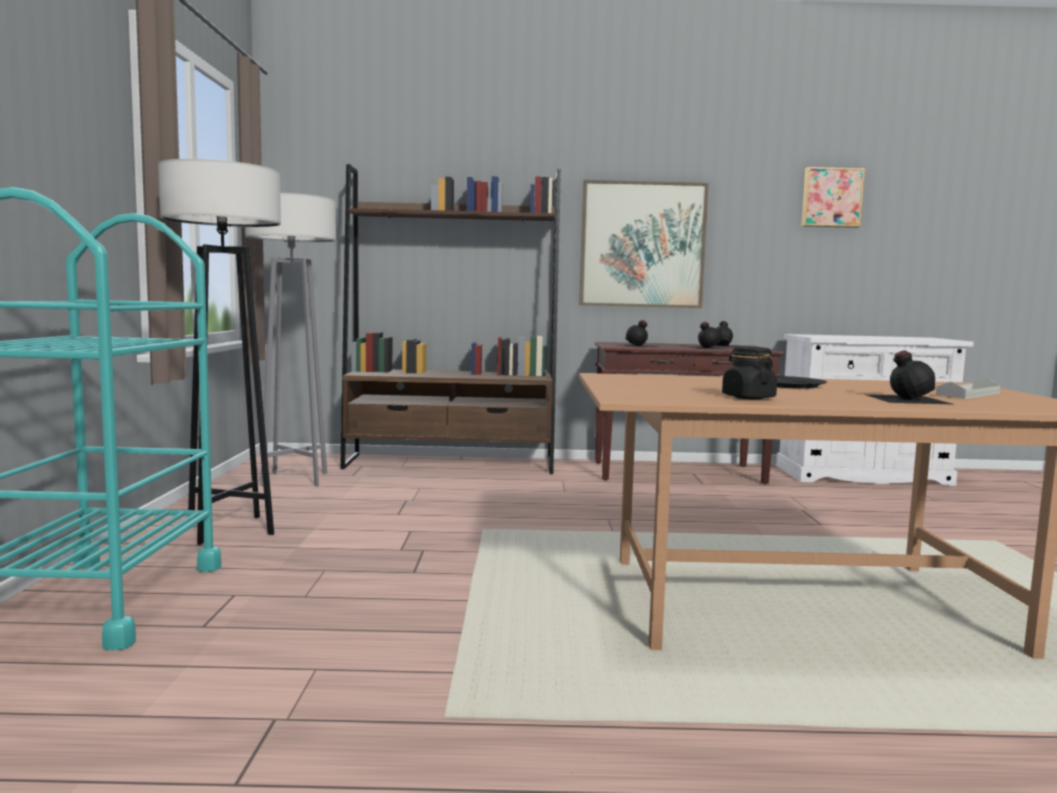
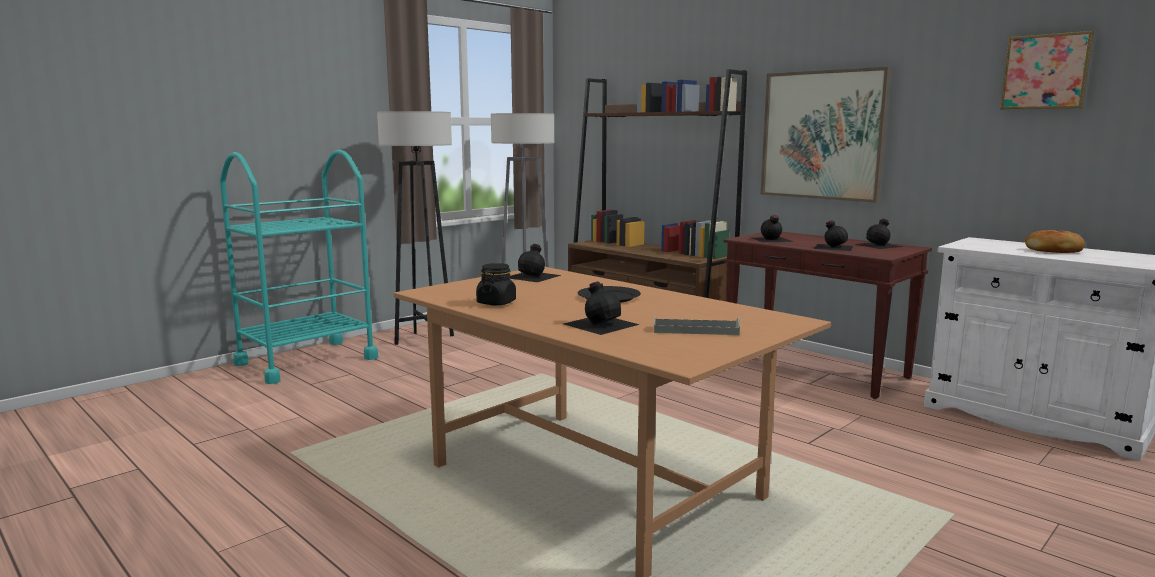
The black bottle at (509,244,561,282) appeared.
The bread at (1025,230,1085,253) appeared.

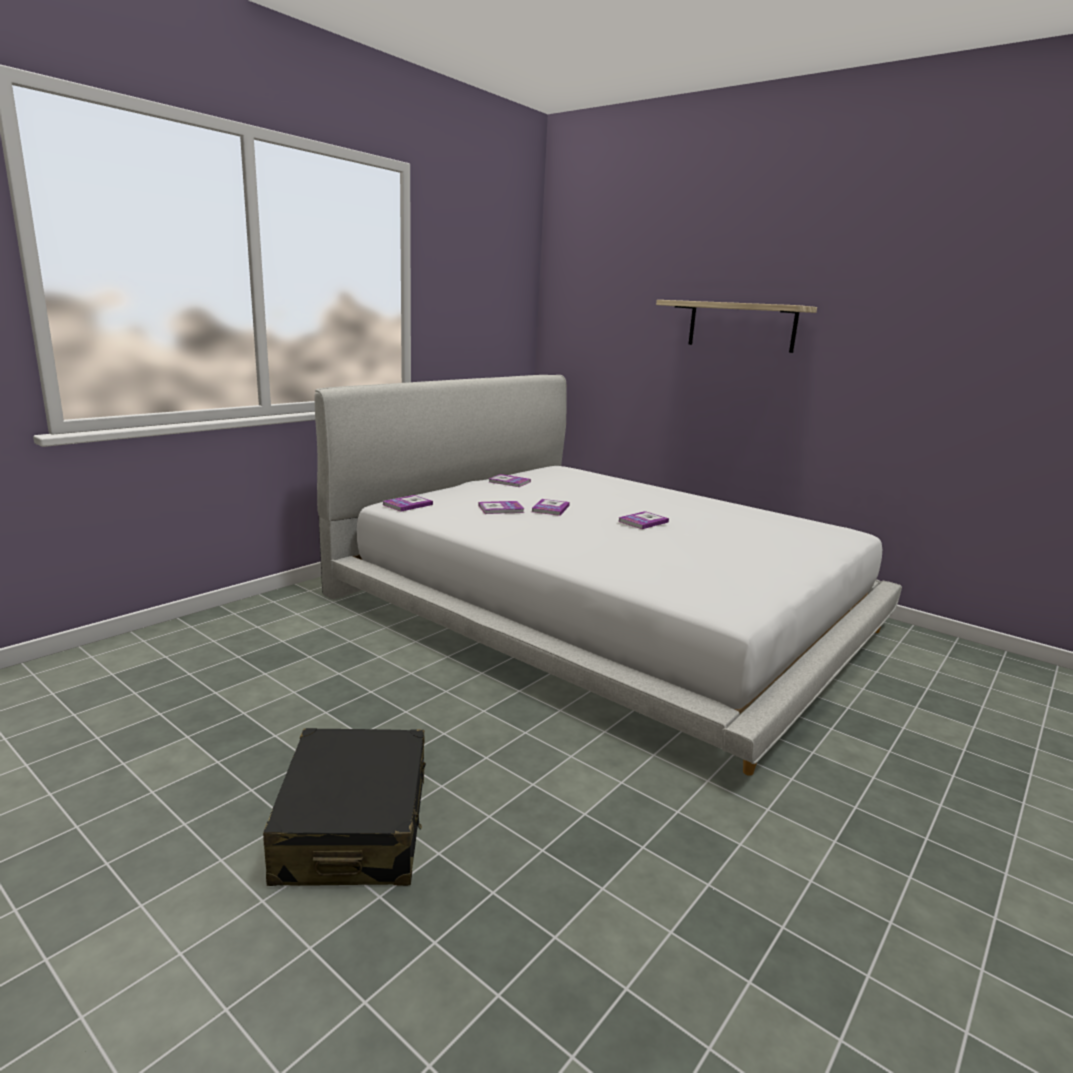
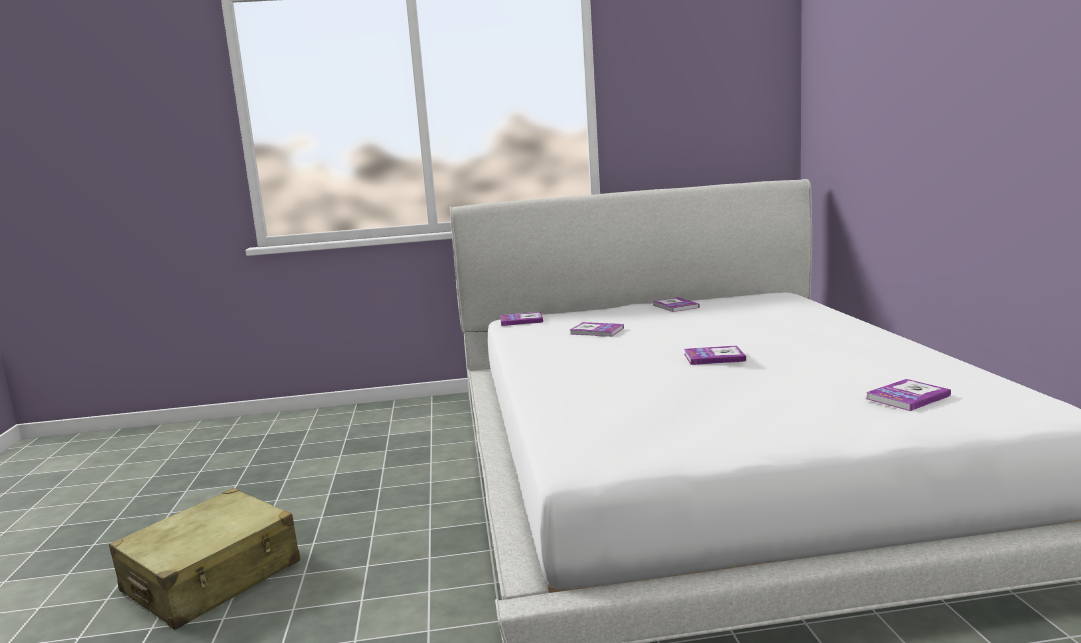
The shelf at (656,300,817,353) disappeared.
The book moved from (532,499,570,516) to (866,379,951,411).
The black suitcase at (263,728,426,886) became the beige suitcase at (109,488,300,630).

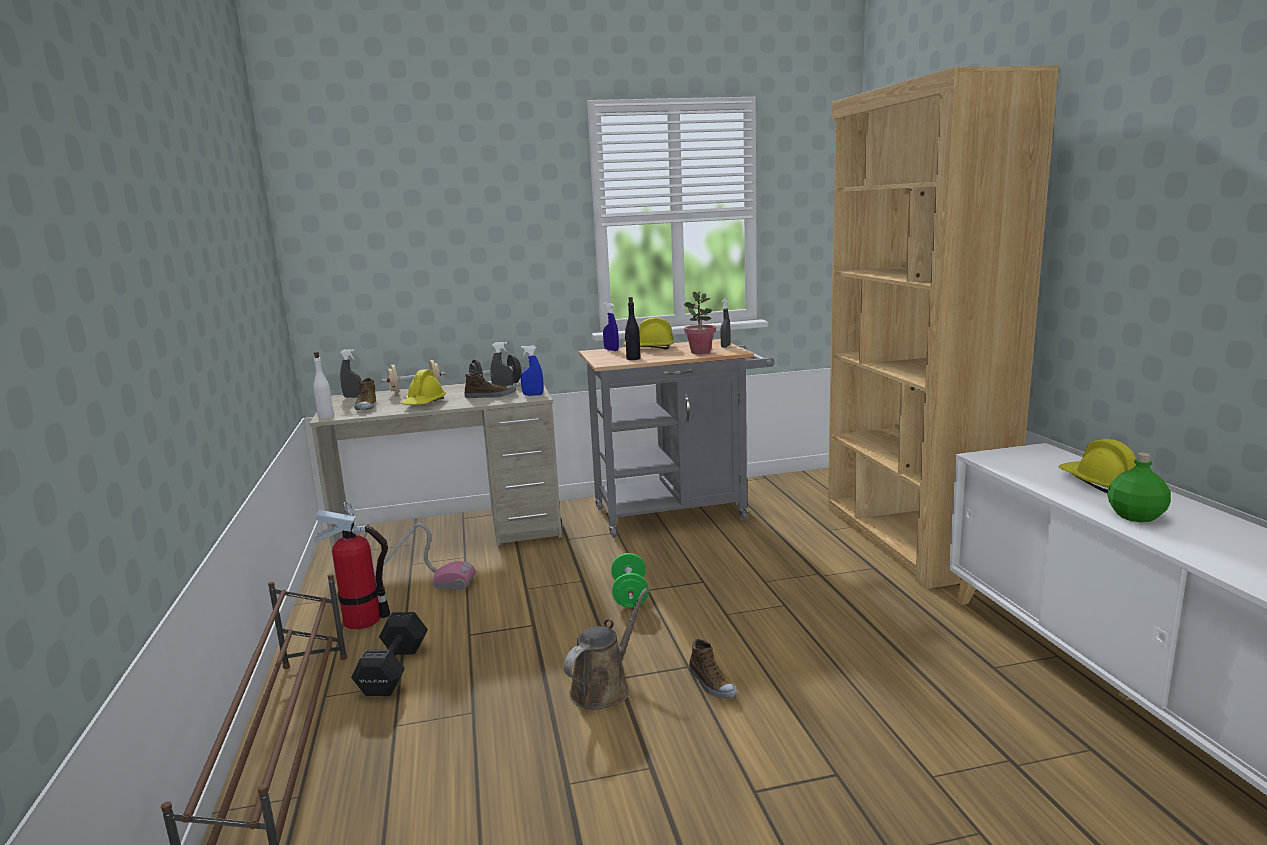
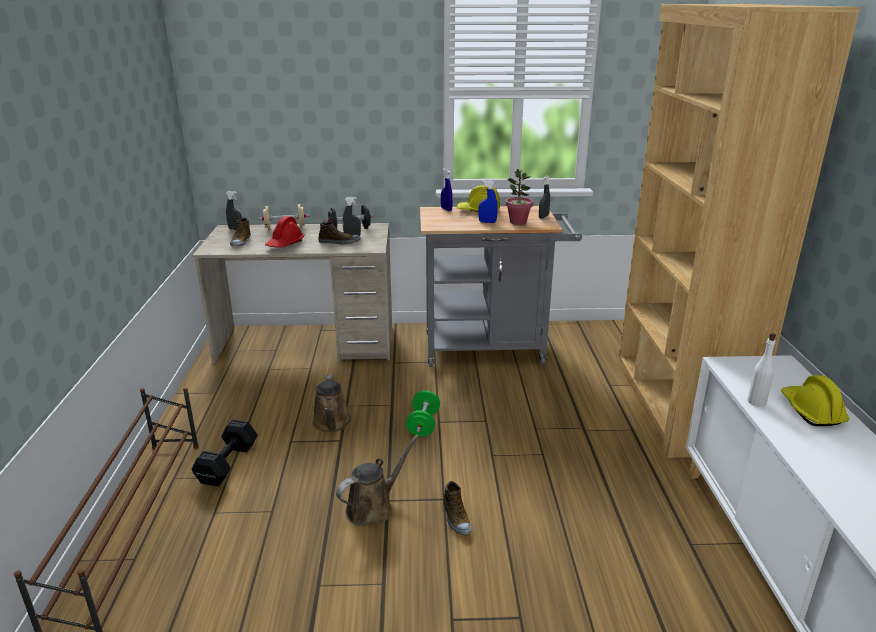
The fire extinguisher at (314,502,390,630) disappeared.
The vacuum cleaner at (374,523,475,591) disappeared.
The black bottle at (625,297,641,360) disappeared.
The green bottle at (1107,453,1171,522) disappeared.
The brown watering can at (312,375,351,432) appeared.
The white bottle moved from (313,352,334,418) to (747,333,776,407).
The blue spray bottle moved from (521,345,544,396) to (478,180,498,223).
The yellow hard hat at (401,370,446,405) became the red hard hat at (265,216,305,248).

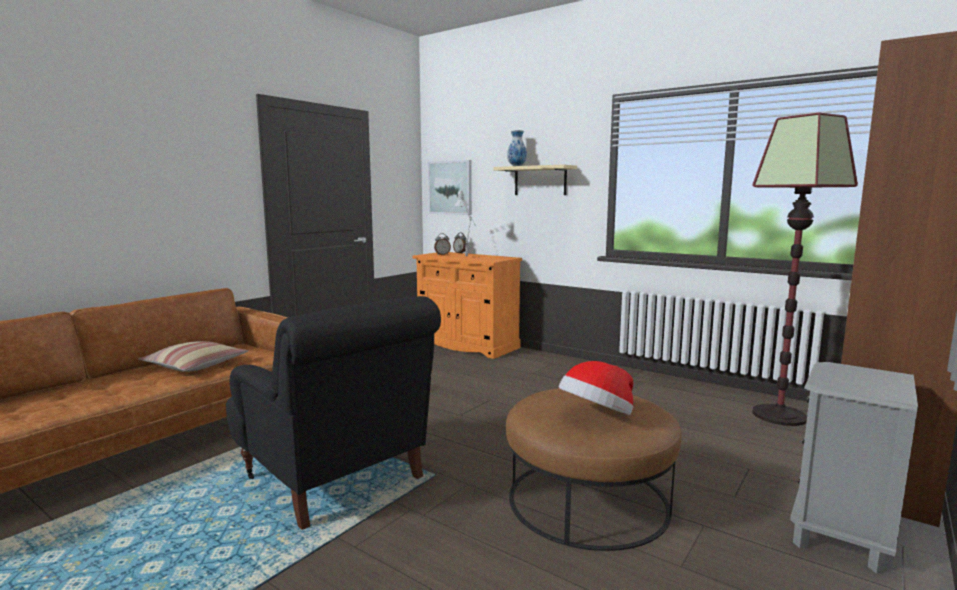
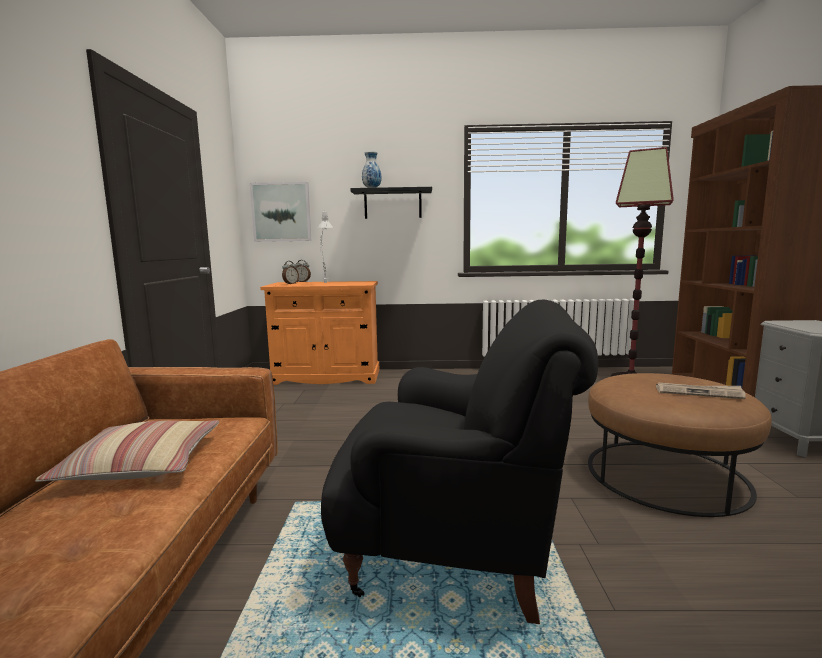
The hat at (559,361,633,416) was replaced by the newspaper at (656,383,746,399).
The beige shelf at (493,165,577,195) became the black shelf at (350,187,432,219).

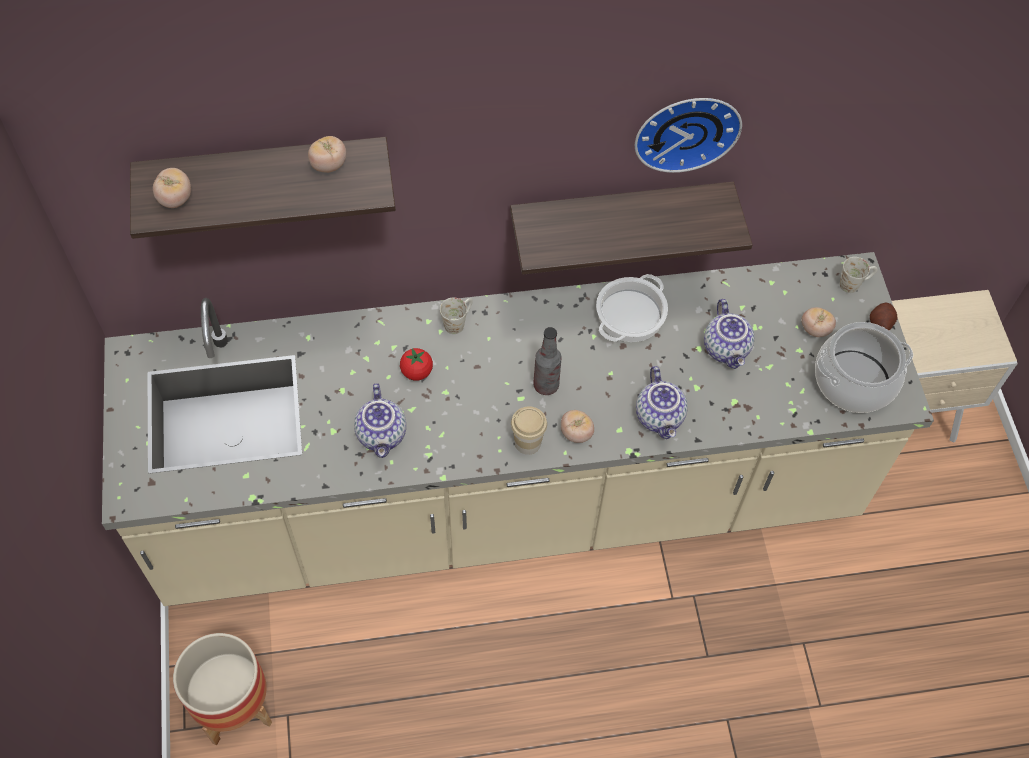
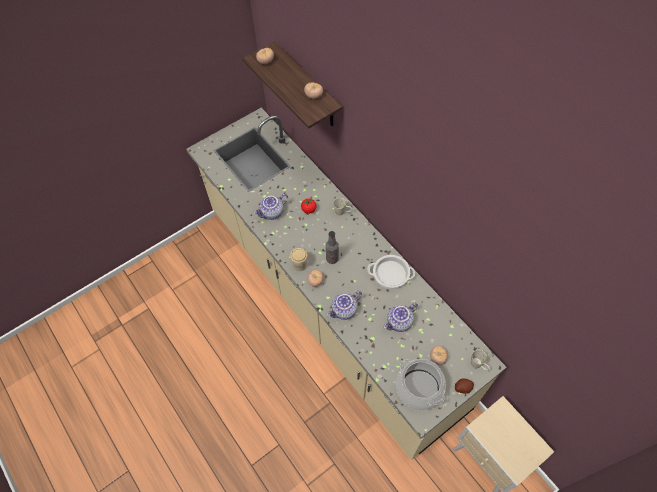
The planter at (173,633,272,745) disappeared.
The shelf at (510,182,753,274) disappeared.
The wall clock at (635,98,742,173) disappeared.

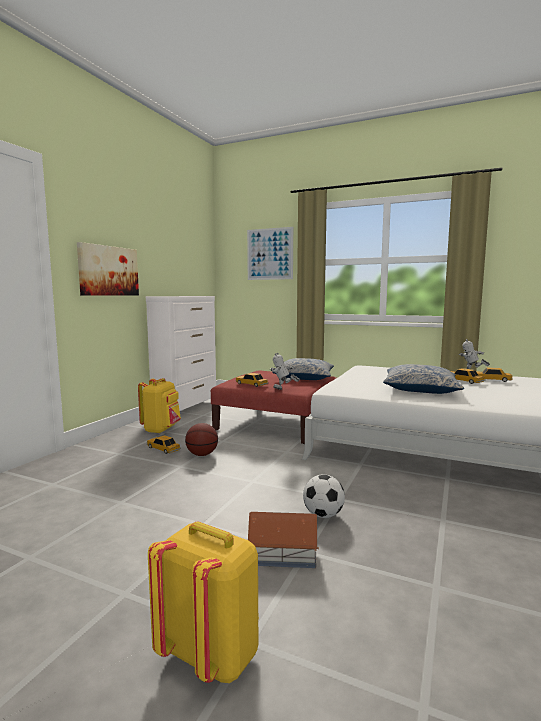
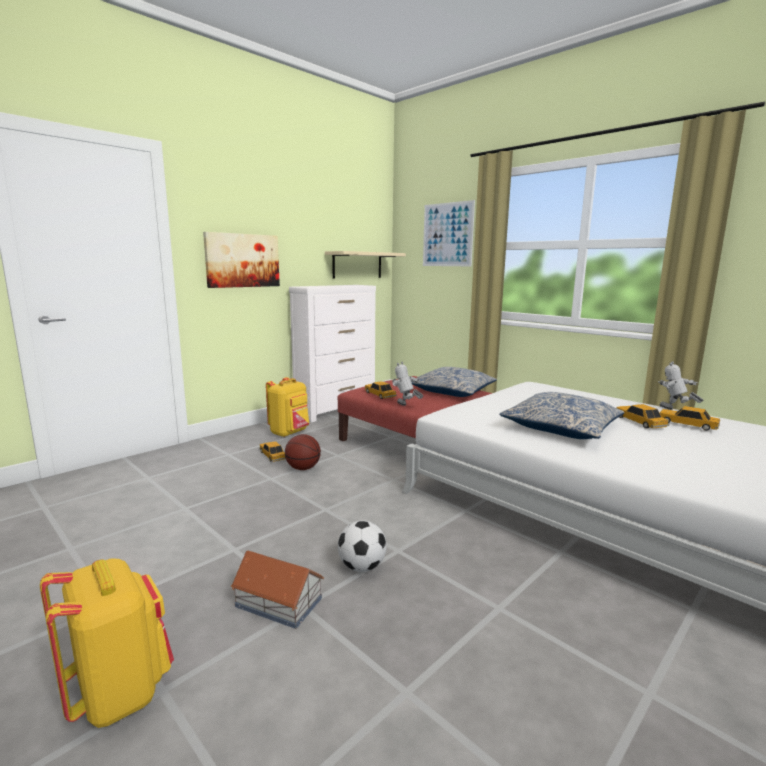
The beige shelf at (325,251,406,278) appeared.

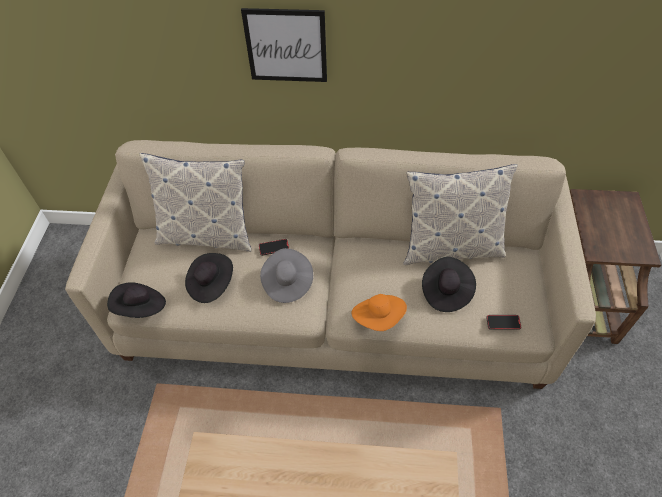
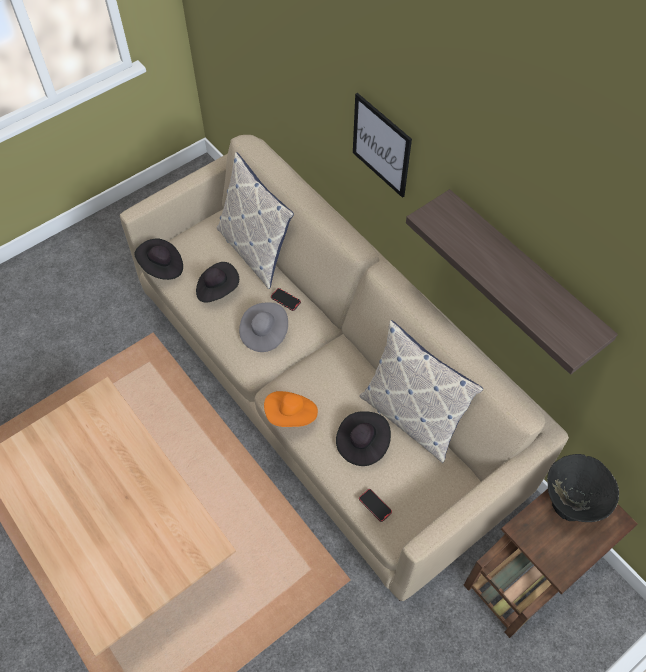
The shelf at (406,189,618,375) appeared.
The black bowl at (547,454,619,522) appeared.

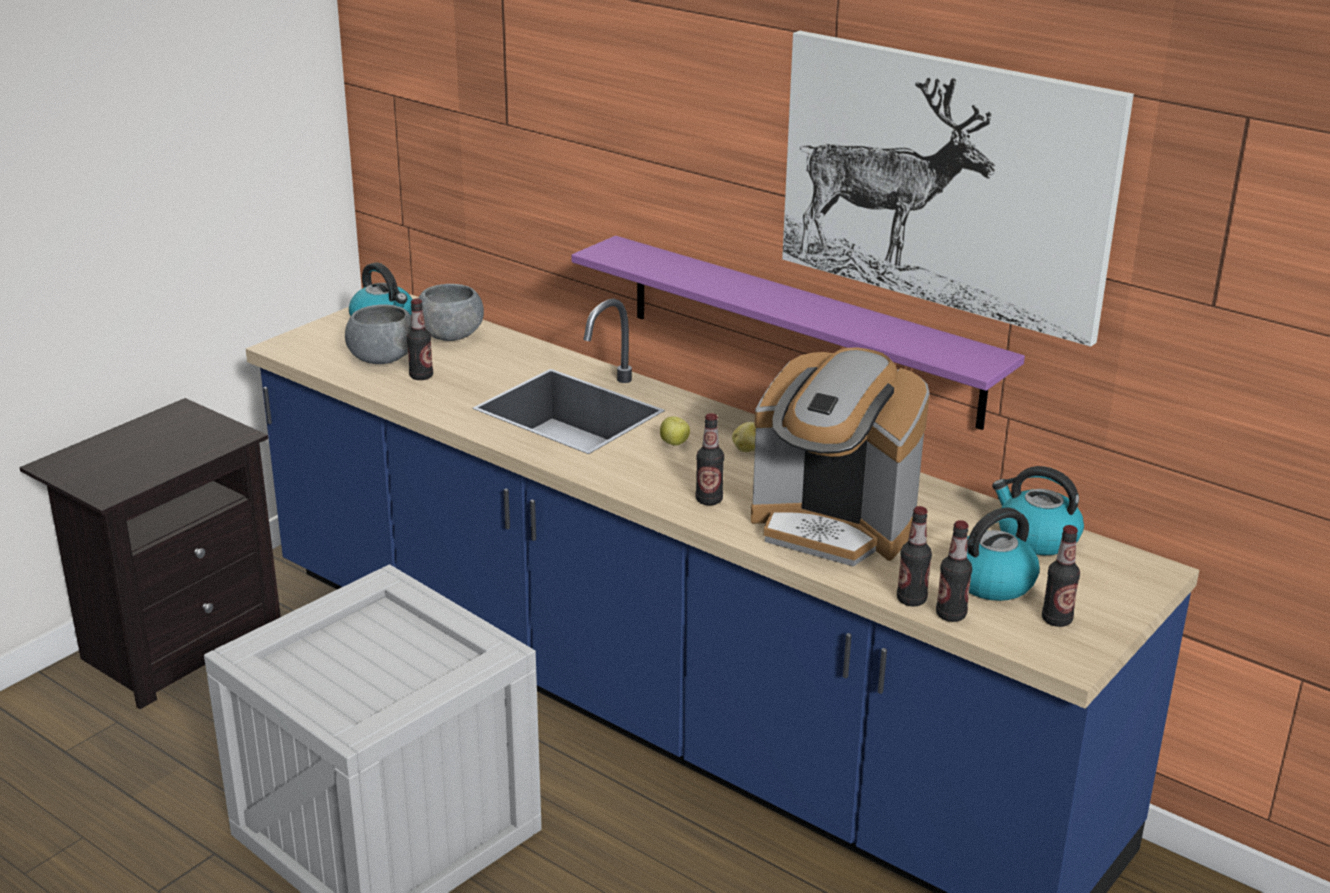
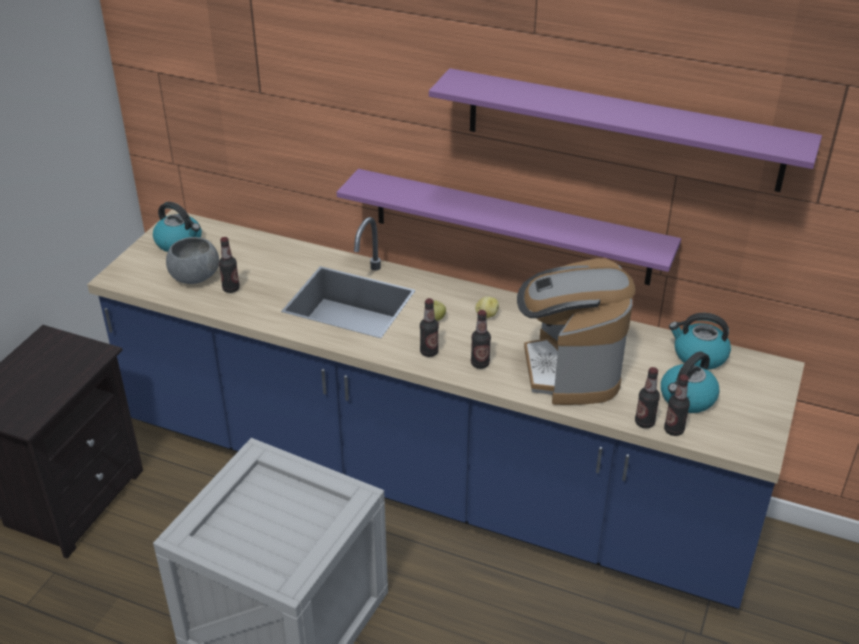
The grey bowl at (418,284,484,341) disappeared.
The bottle moved from (1042,525,1080,627) to (420,298,439,357).
The picture at (782,31,1134,347) was replaced by the purple shelf at (429,68,822,192).
The coffee machine at (751,347,930,567) turned 75 degrees clockwise.

